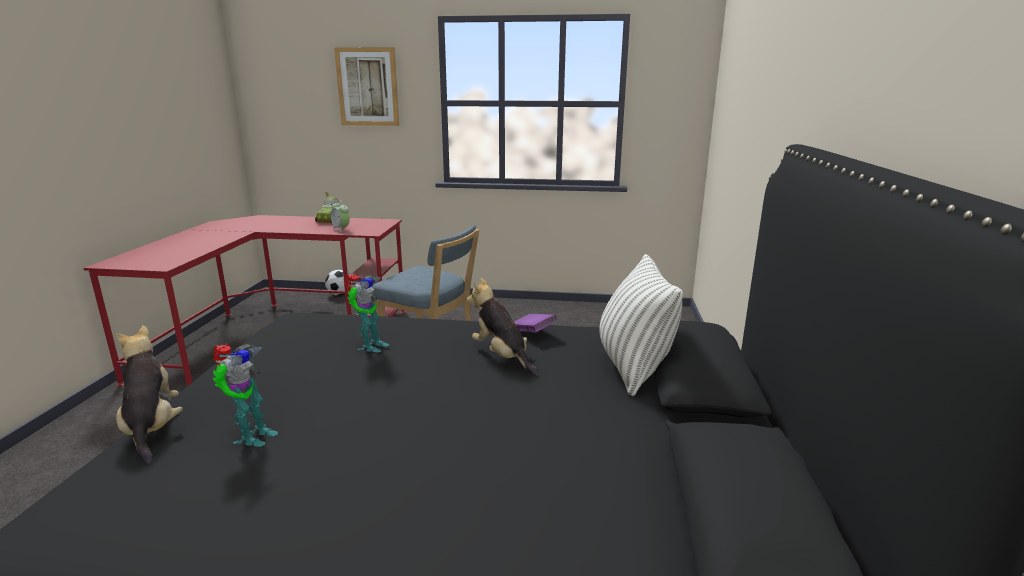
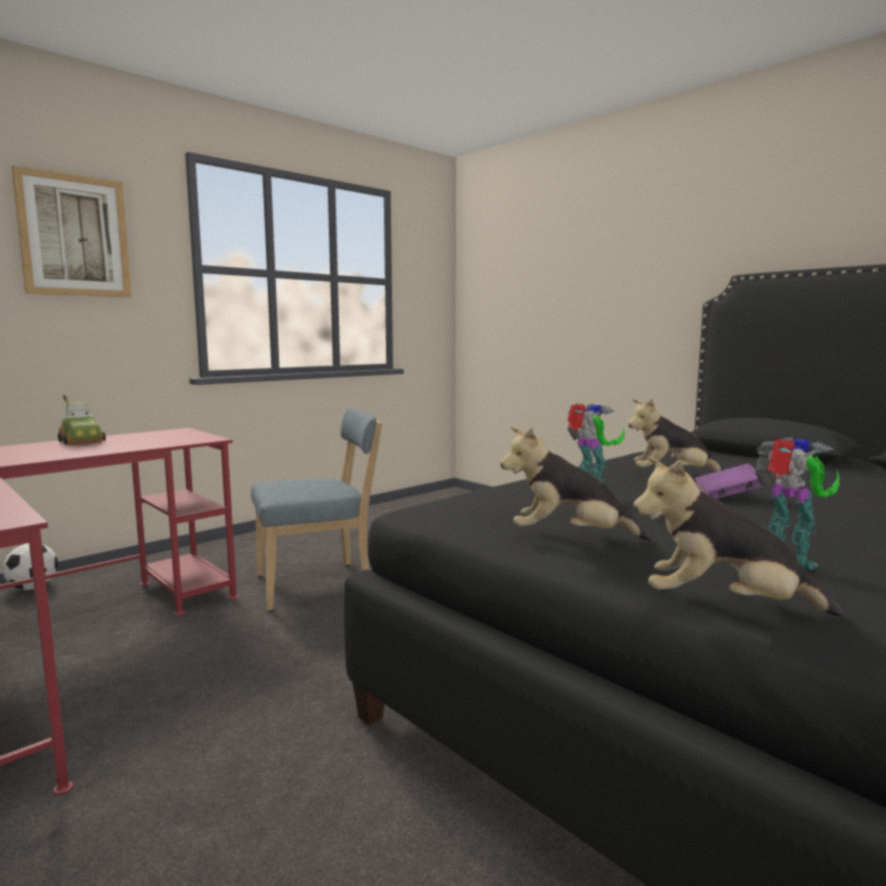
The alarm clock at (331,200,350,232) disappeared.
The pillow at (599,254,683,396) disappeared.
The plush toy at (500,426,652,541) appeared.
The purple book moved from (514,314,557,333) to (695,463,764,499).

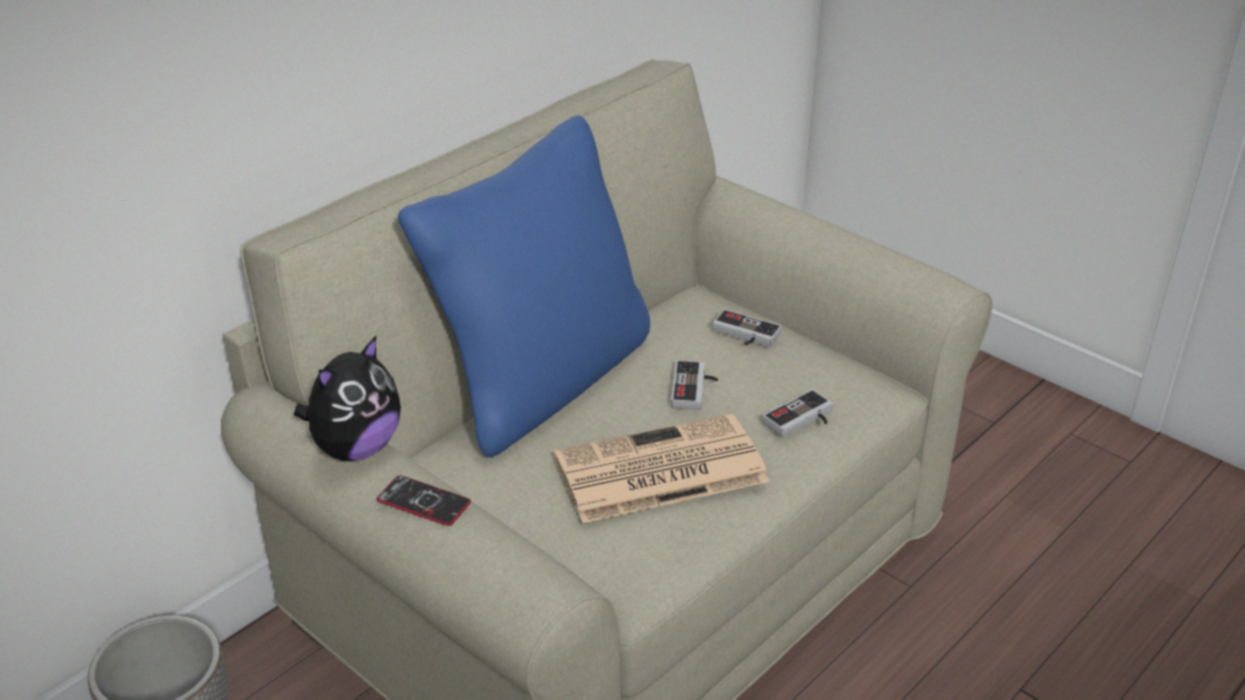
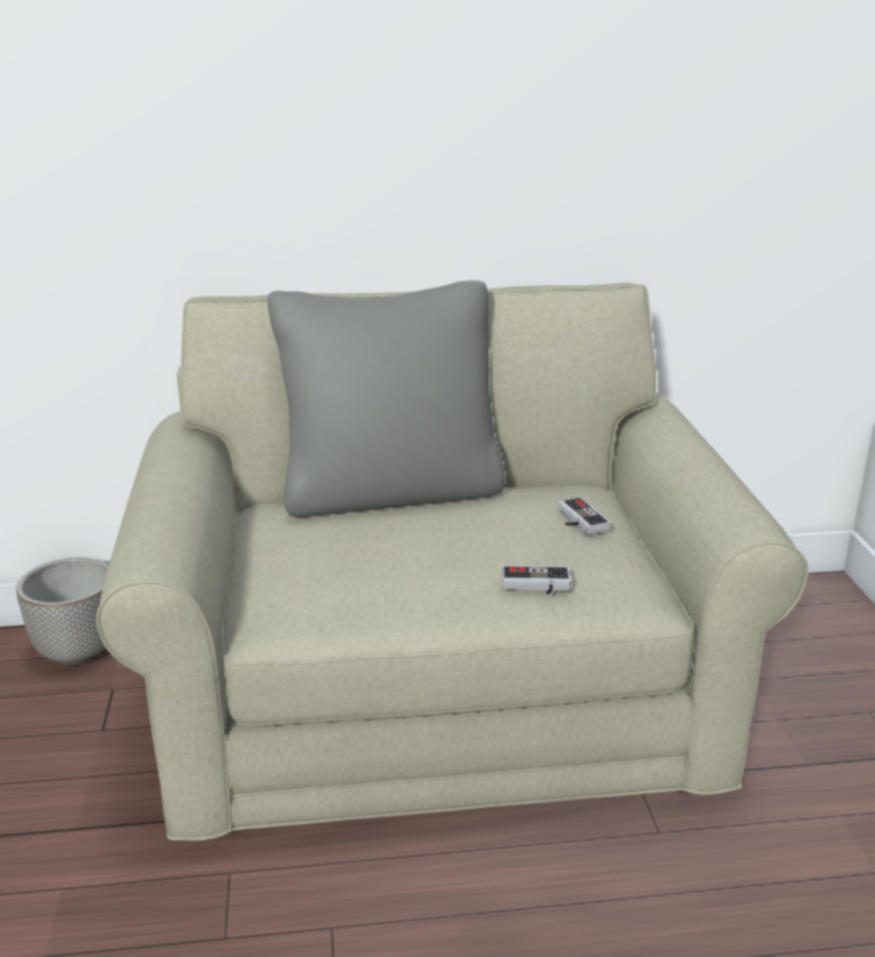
The plush toy at (294,336,401,461) disappeared.
The phone at (377,475,471,526) disappeared.
The newspaper at (554,414,769,523) disappeared.
The game controller at (671,360,718,410) disappeared.
The blue pillow at (398,115,650,457) became the grey pillow at (268,280,505,517).

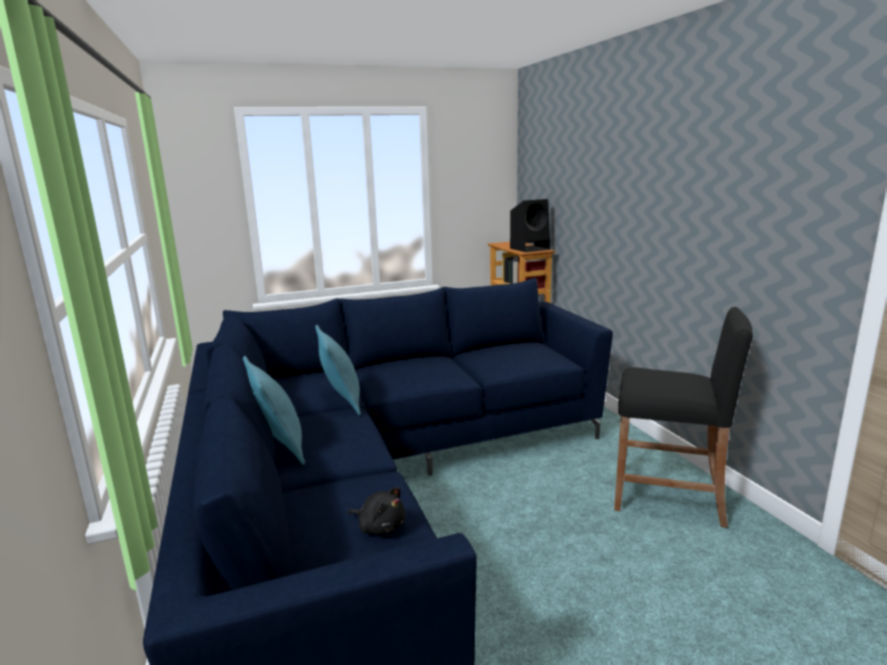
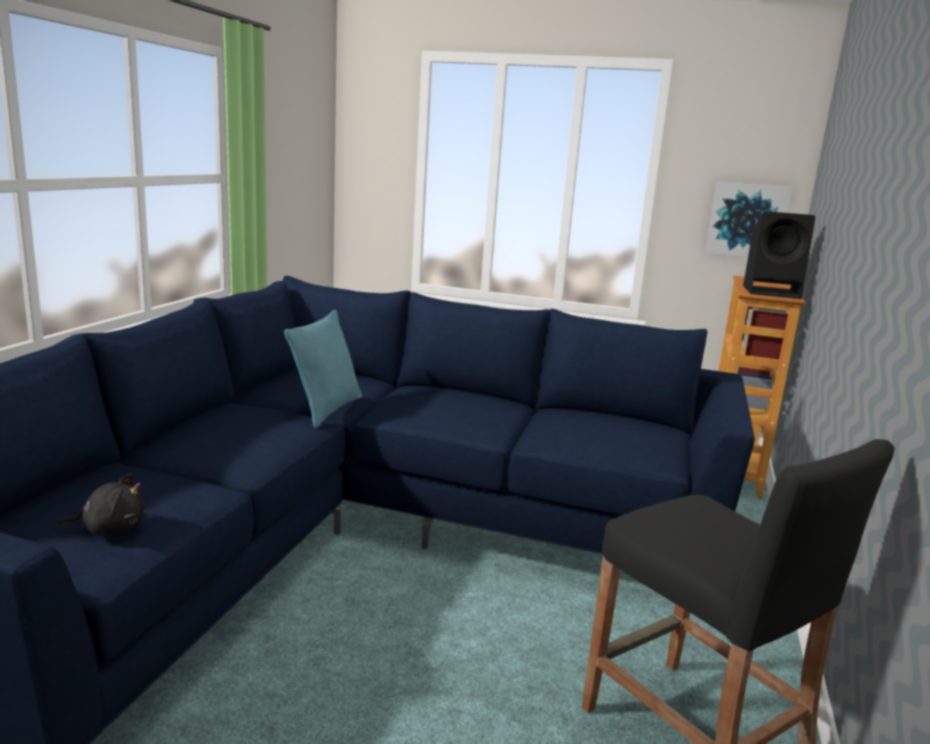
The turquoise pillow at (243,356,305,465) disappeared.
The picture at (705,181,793,257) appeared.
The black plush toy at (348,487,405,535) turned 75 degrees counterclockwise.

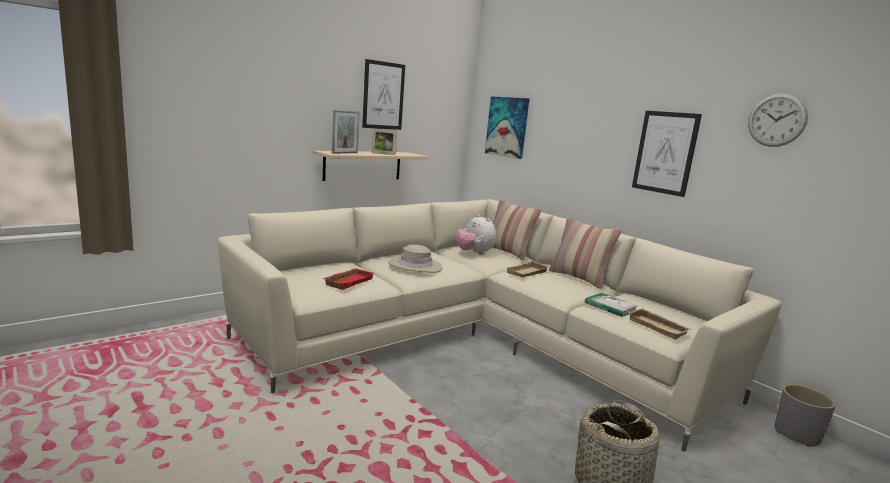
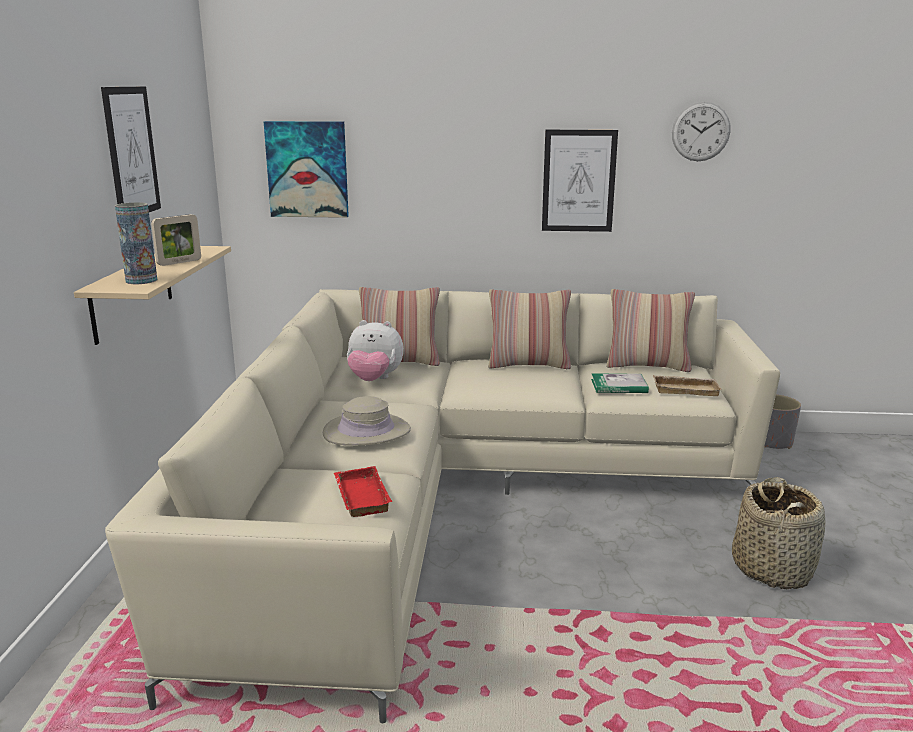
The beige tray at (506,260,549,277) disappeared.
The pillow at (606,289,695,372) appeared.
The picture frame at (332,110,359,154) was replaced by the vase at (115,202,157,284).

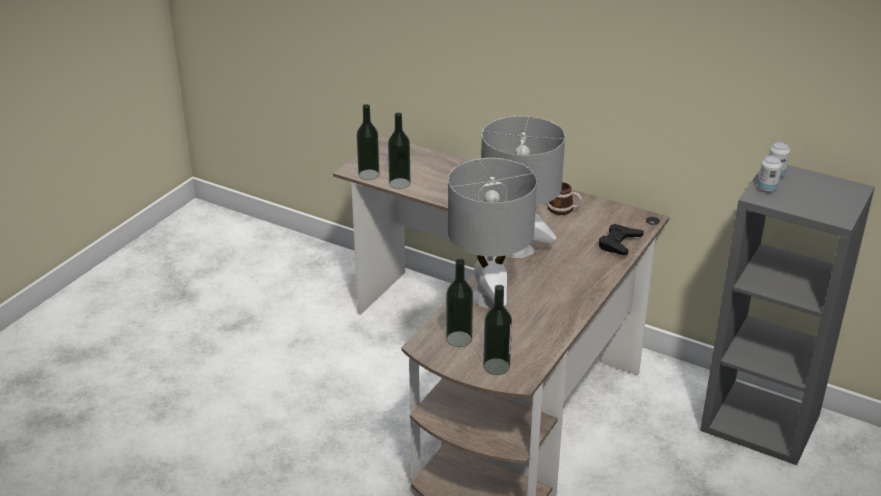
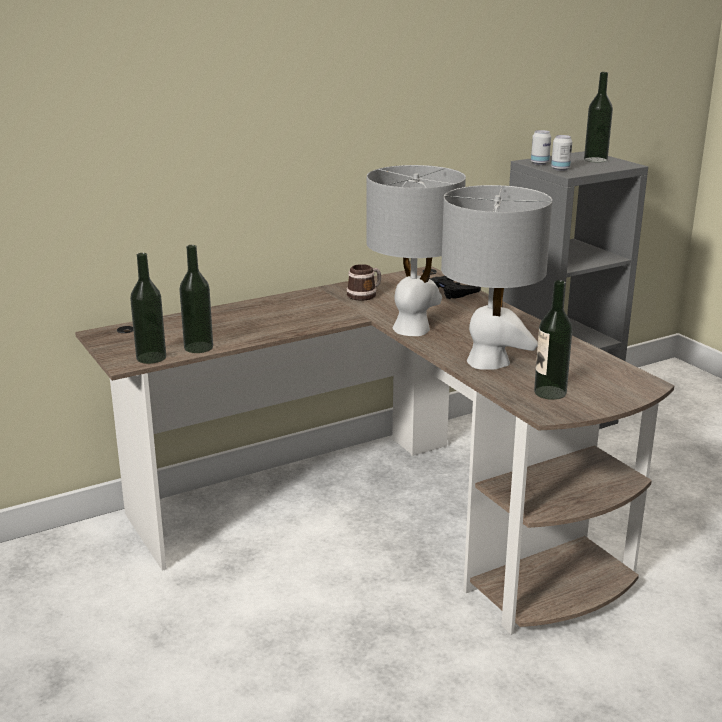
The bottle moved from (483,285,512,375) to (584,72,613,163).

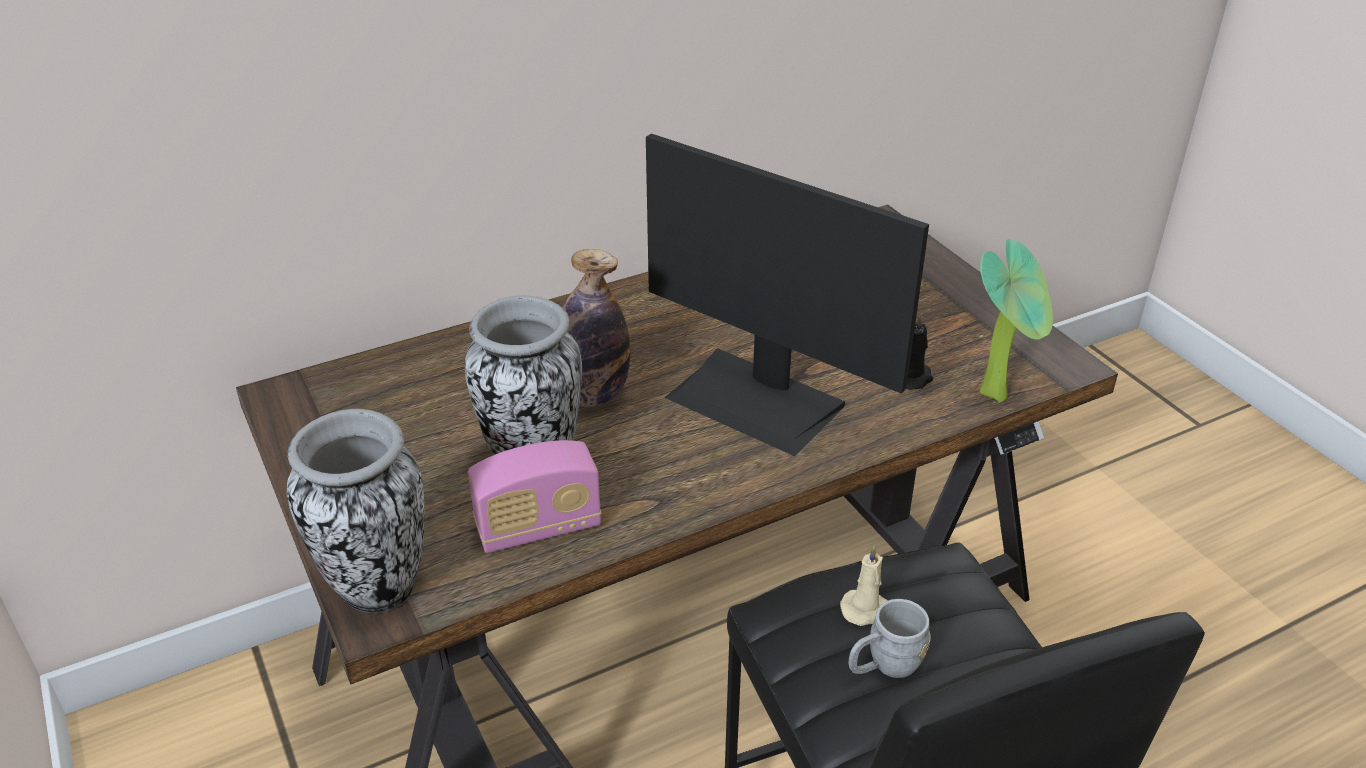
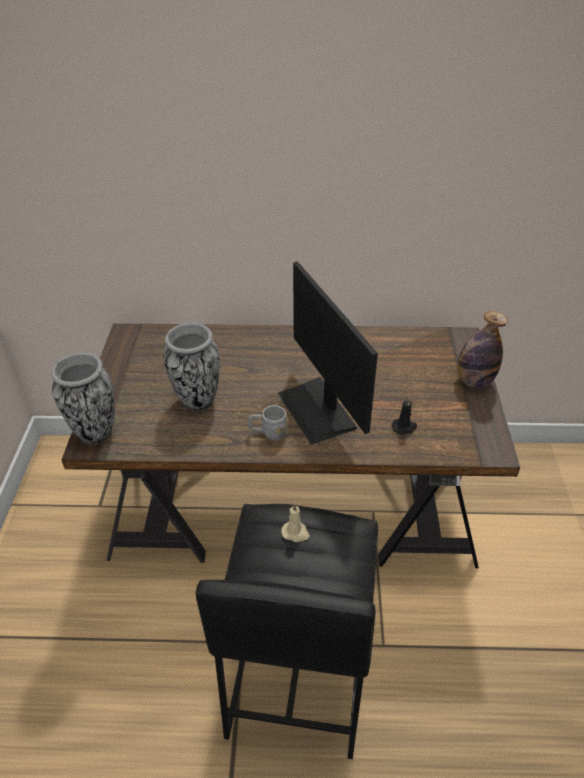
The radio at (468,440,601,553) disappeared.
The potted plant at (980,239,1053,403) disappeared.
The bottle moved from (562,249,630,407) to (457,311,508,388).
The grey mug moved from (848,599,931,678) to (248,405,289,441).

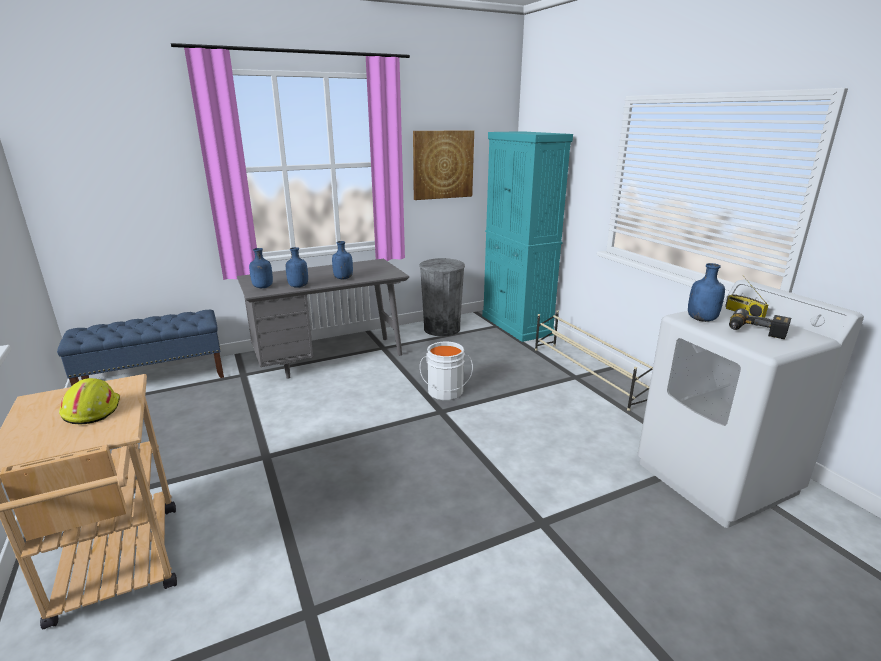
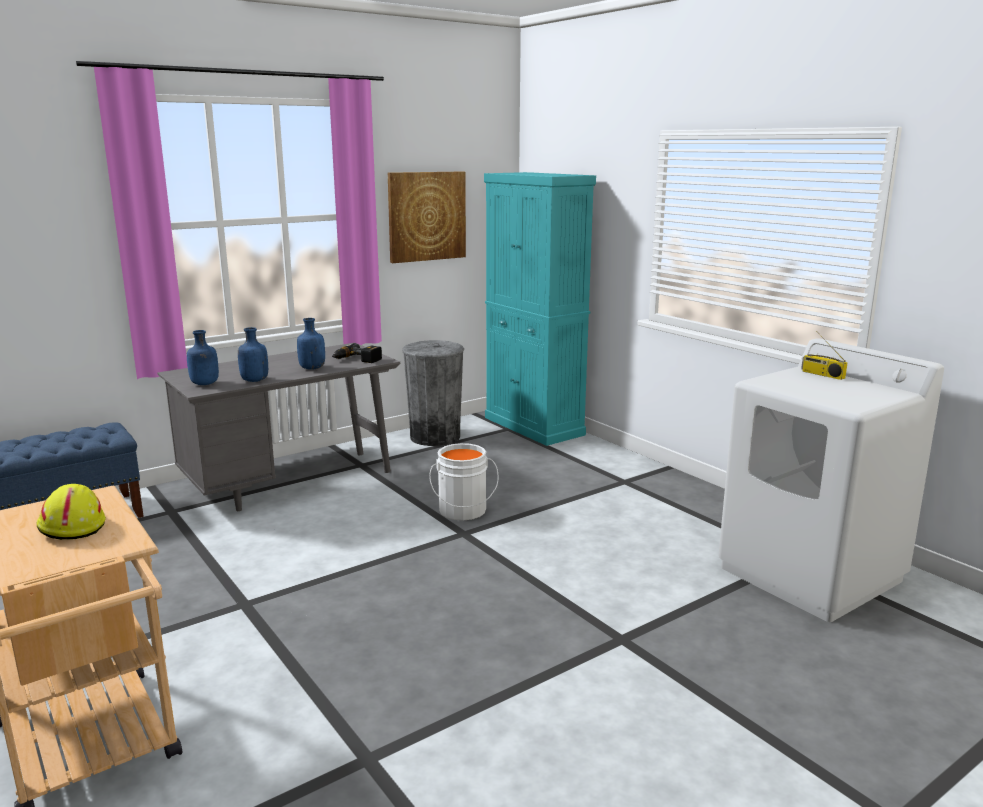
The beige shoe rack at (535,311,653,411) disappeared.
The blue bottle at (688,263,725,322) disappeared.
The power drill moved from (729,308,791,339) to (332,343,382,363).

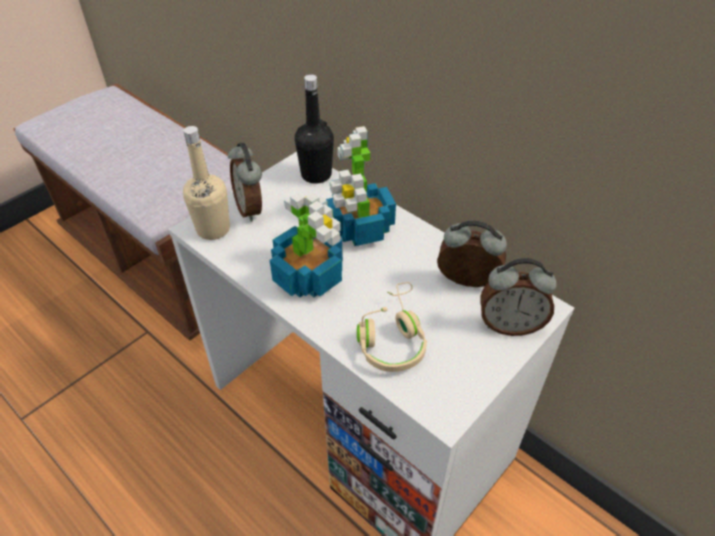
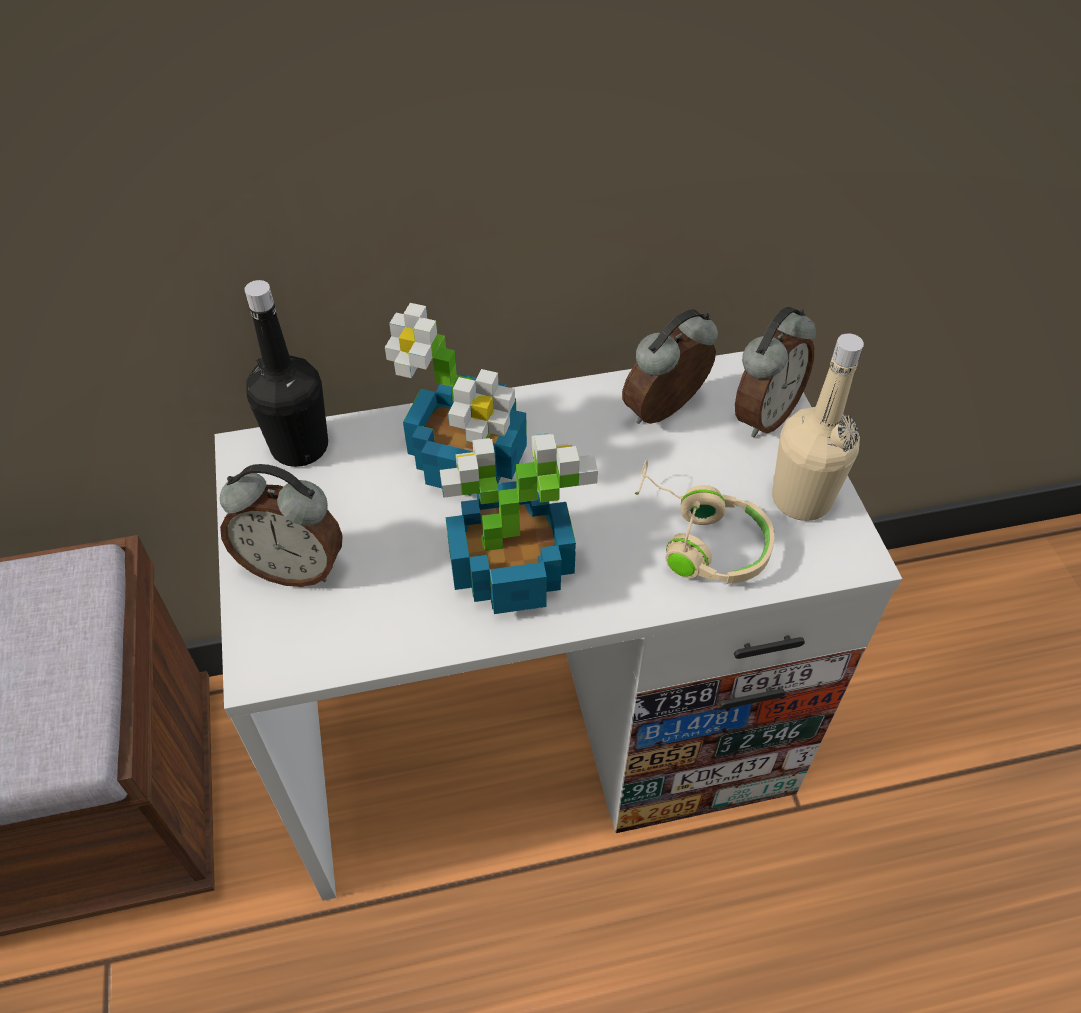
The beige bottle moved from (183,126,230,240) to (772,333,864,521).

